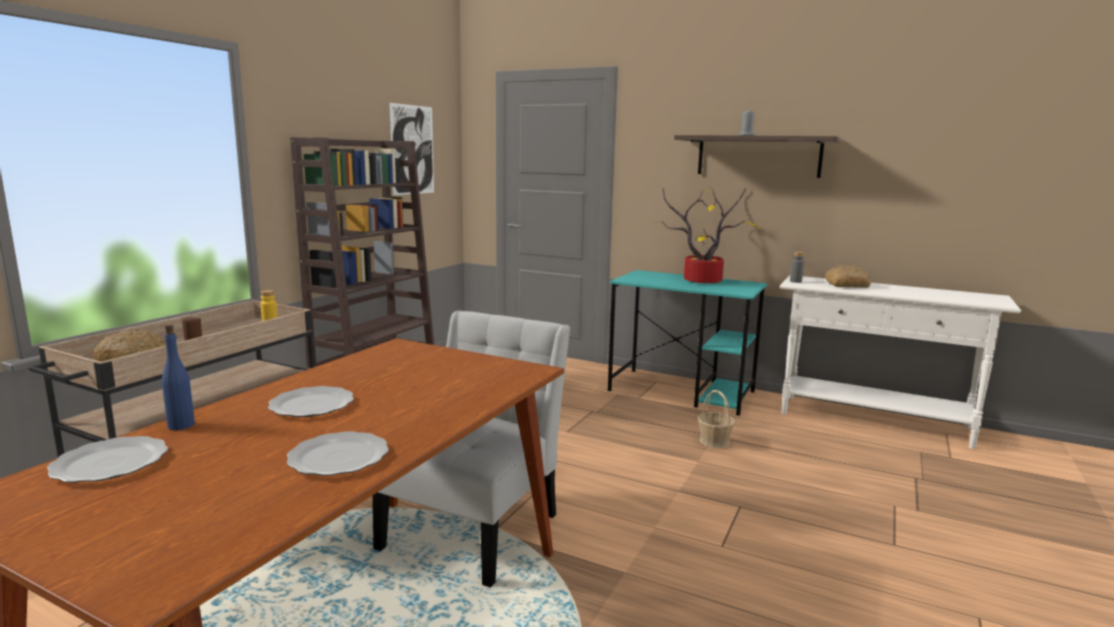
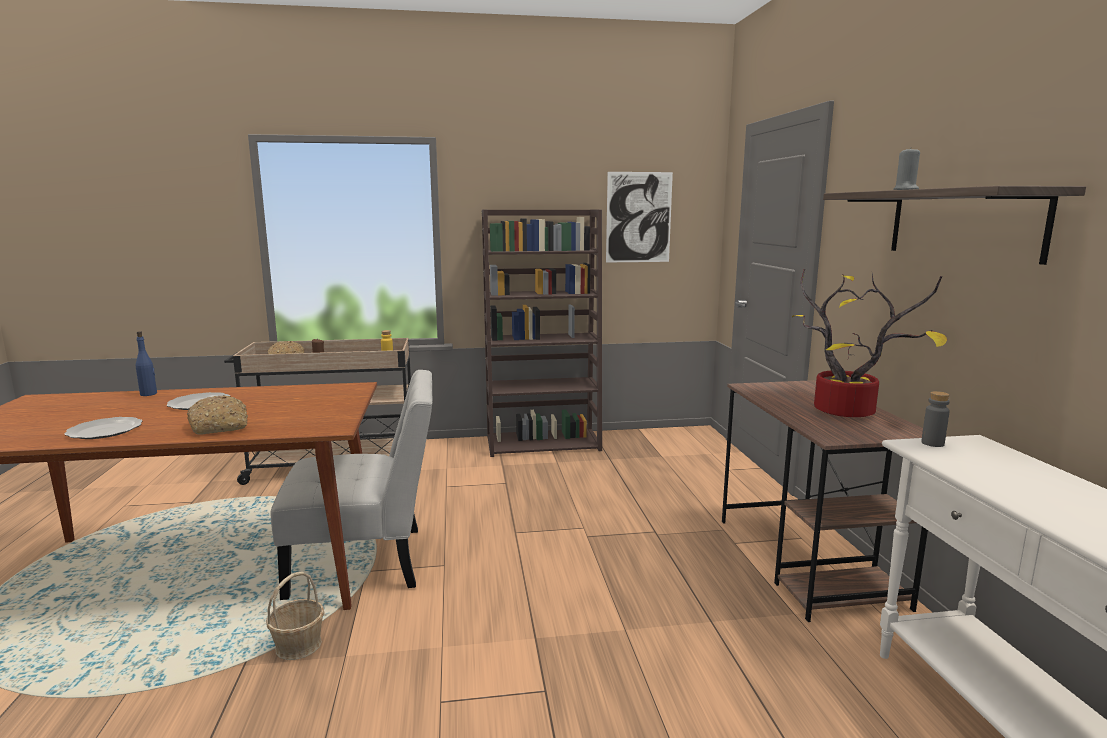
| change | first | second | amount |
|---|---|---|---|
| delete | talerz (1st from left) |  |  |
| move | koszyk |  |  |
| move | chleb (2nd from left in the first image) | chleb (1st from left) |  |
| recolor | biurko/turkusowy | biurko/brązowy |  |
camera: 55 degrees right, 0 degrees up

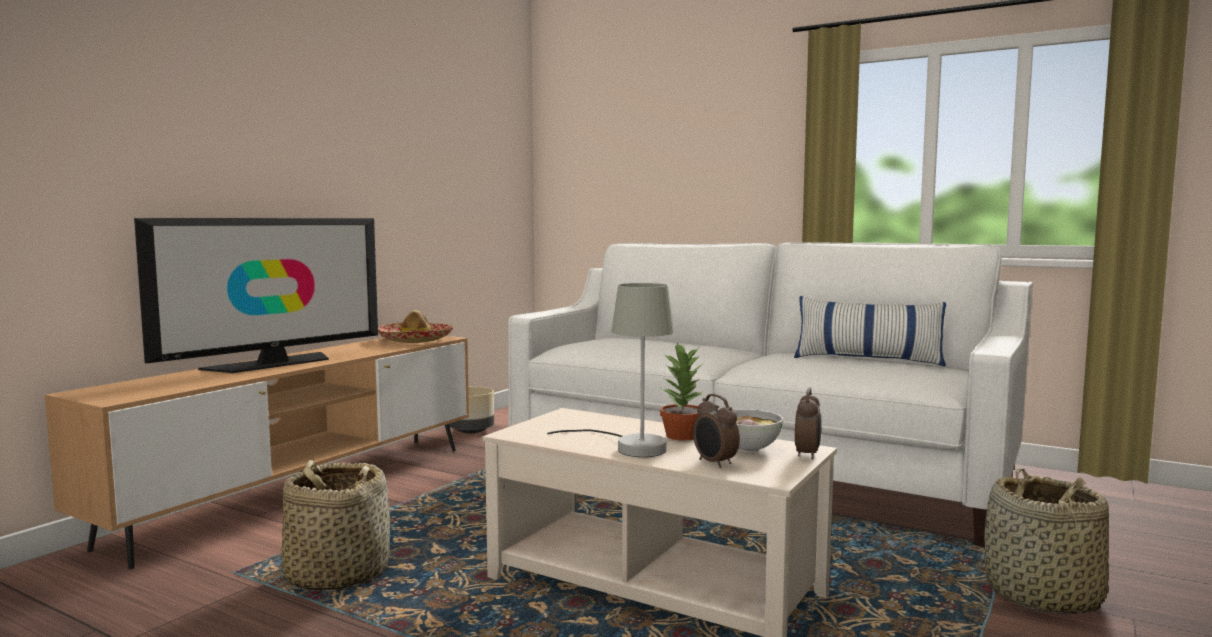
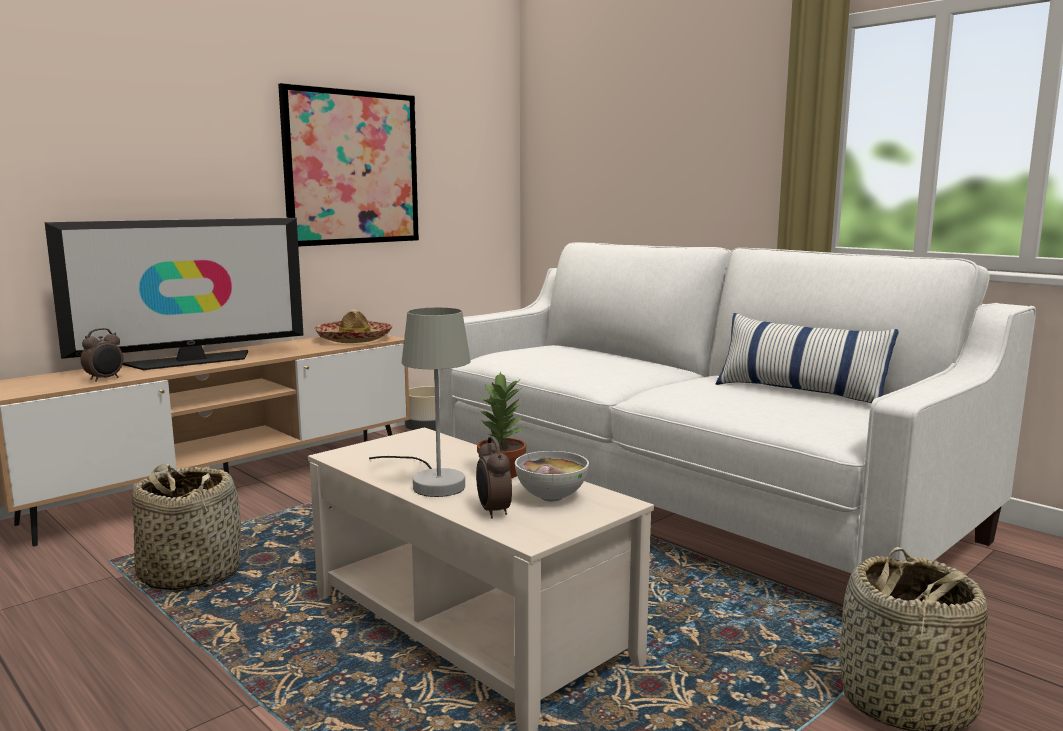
| change | first | second | amount |
|---|---|---|---|
| insert |  | obraz |  |
| move | budzik (2nd from left in the first image) | budzik (1st from left) |  |
camera: 15 degrees right, 5 degrees up

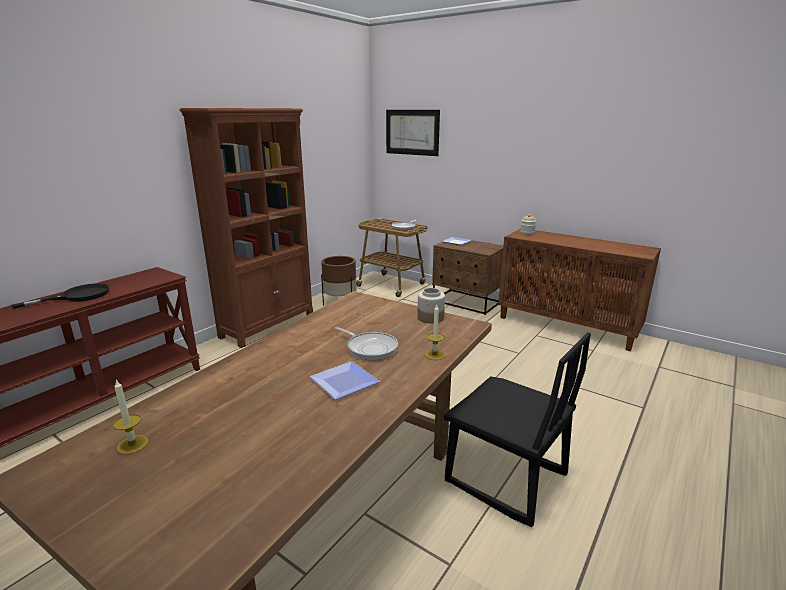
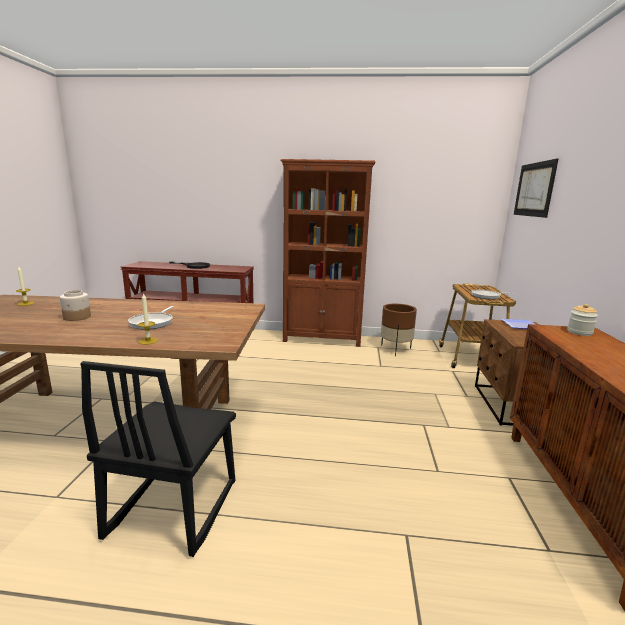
| change | first | second | amount |
|---|---|---|---|
| delete | talerz (1st from left) |  |  |
| move | słoik (1st from left) |  |  |
camera: 60 degrees right, 5 degrees down

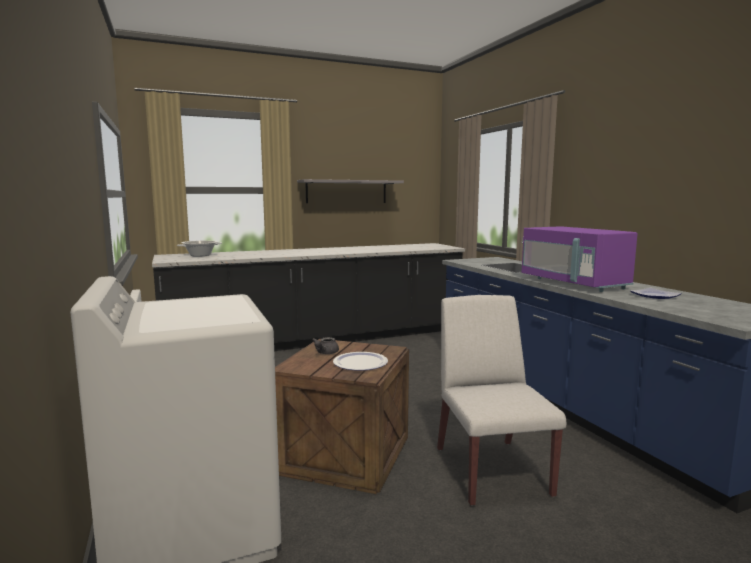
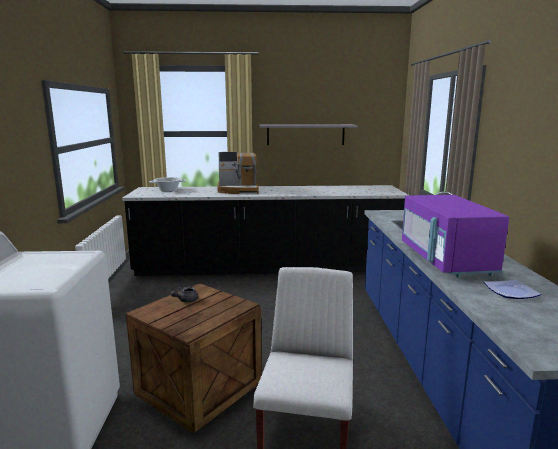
| change | first | second | amount |
|---|---|---|---|
| delete | talerz (1st from left) |  |  |
| insert |  | ekspres do kawy |  |
camera: 20 degrees right, 5 degrees up

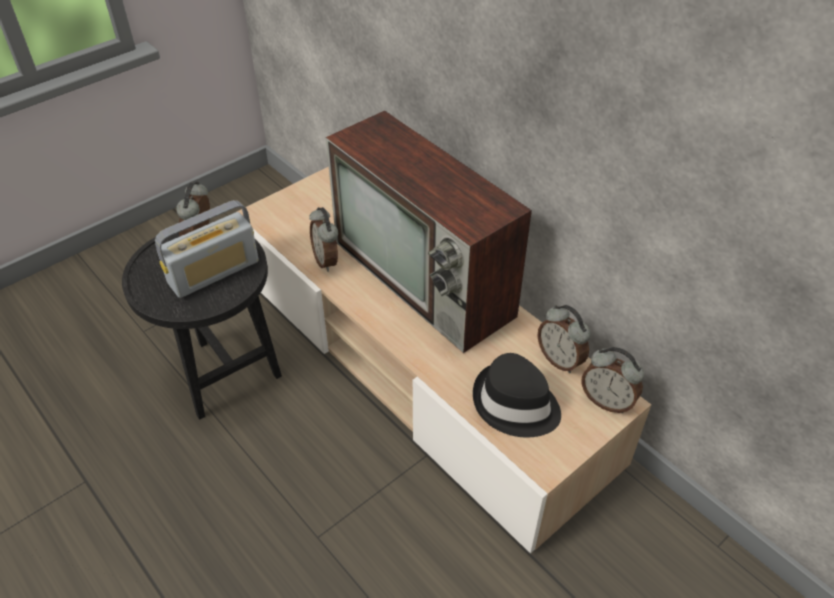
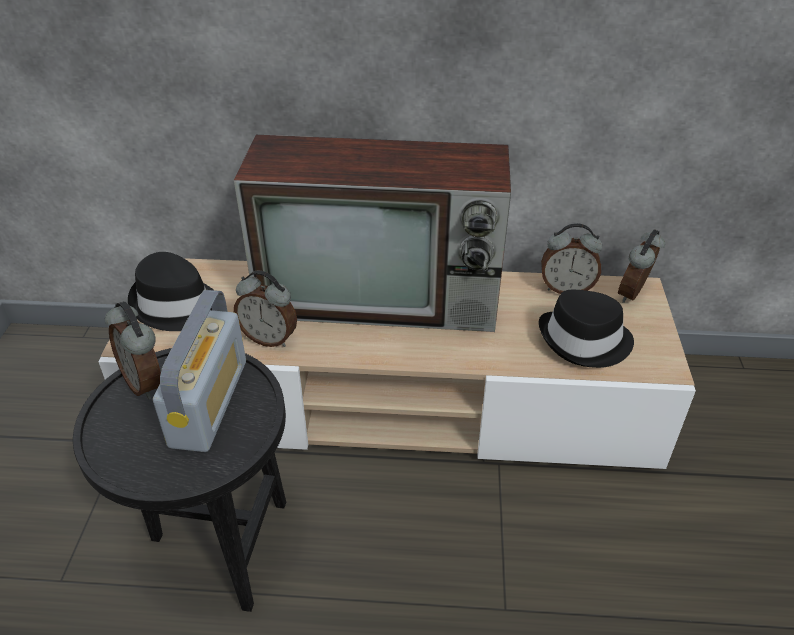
| change | first | second | amount |
|---|---|---|---|
| insert |  | kapelusz/czarny (1st from left) |  |
| rotate | budzik (4th from left) |  | 135 degrees clockwise |
camera: 45 degrees left, 5 degrees down

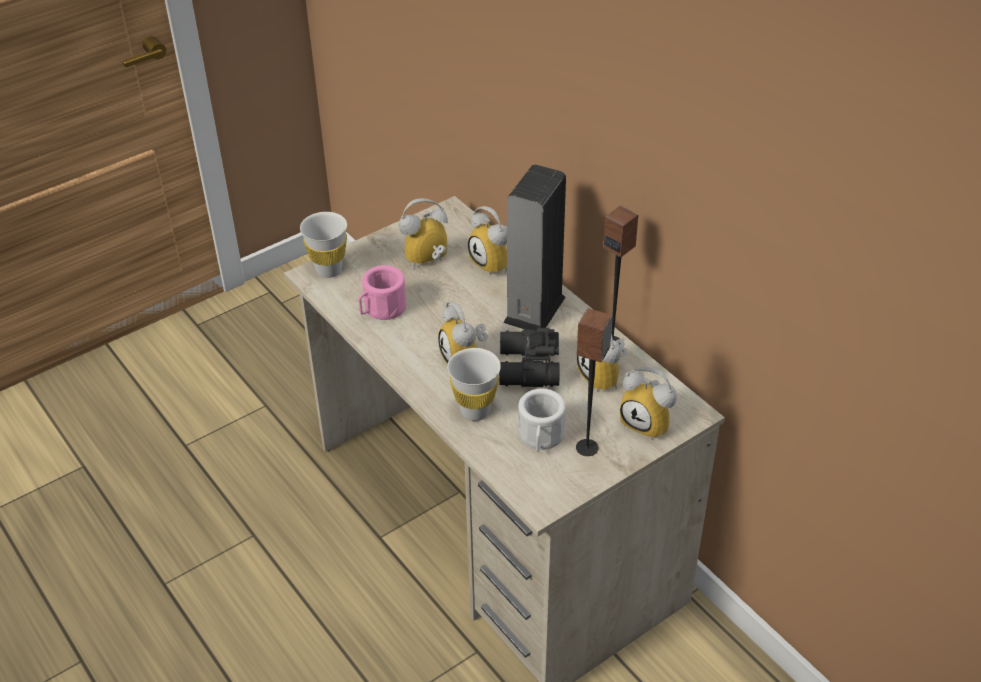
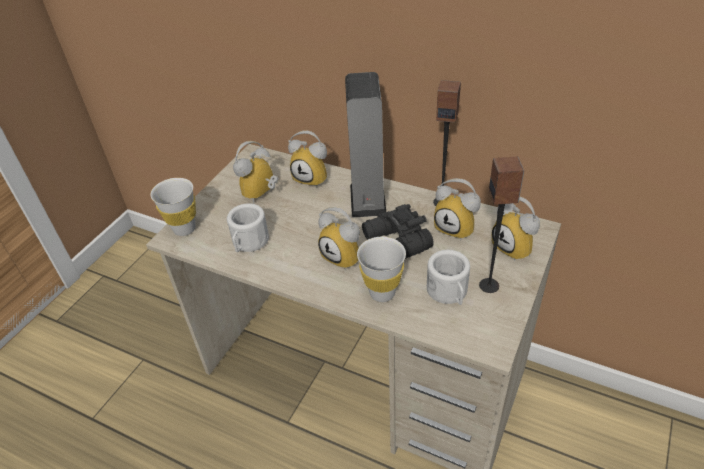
| change | first | second | amount |
|---|---|---|---|
| recolor | kubek/różowy | kubek/biały (1st from left) |  |
| rotate | budzik (5th from left) |  | 45 degrees clockwise |
camera: 25 degrees left, 0 degrees up

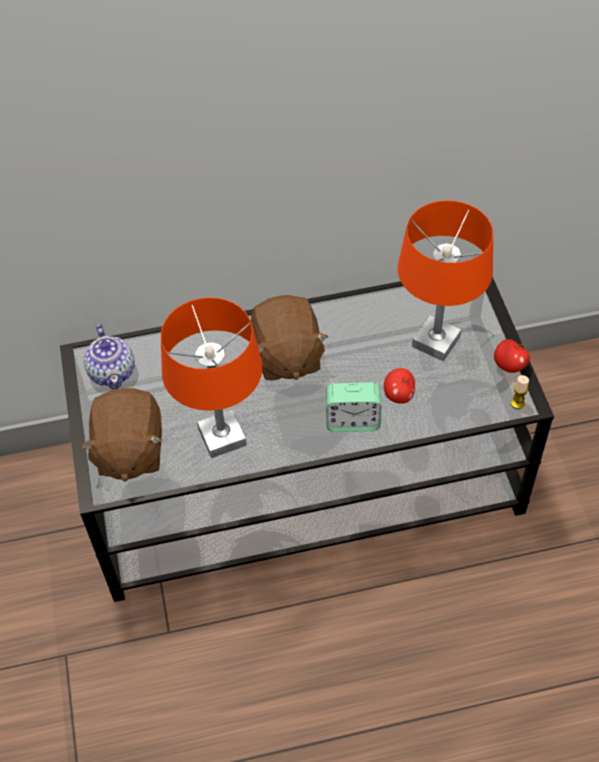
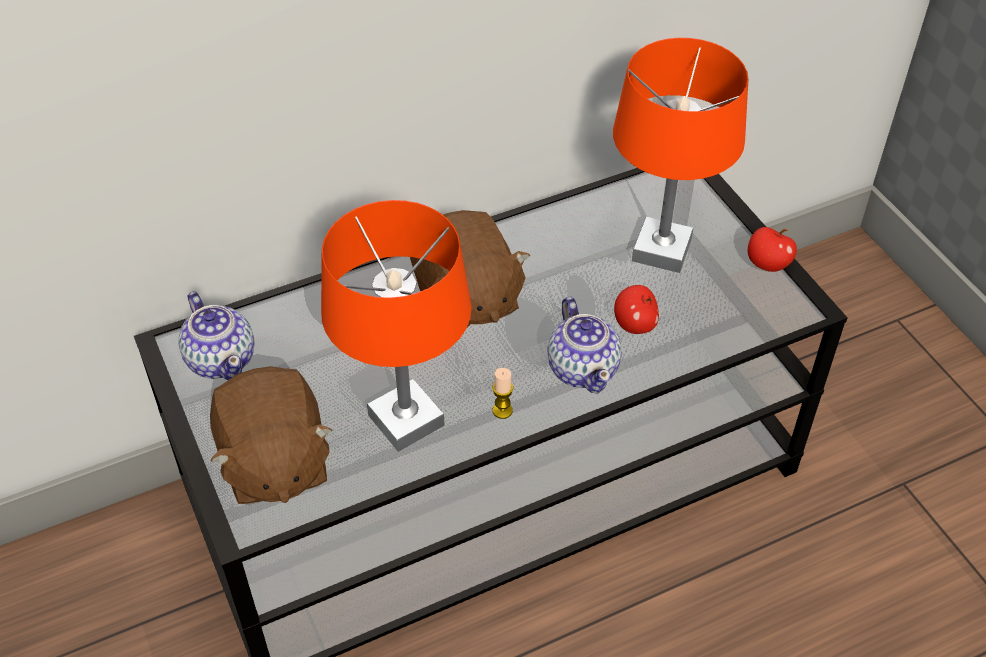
| change | first | second | amount |
|---|---|---|---|
| move | świeca |  |  |
| replace | budzik | imbryk (2nd from left) |  |
camera: 15 degrees left, 5 degrees down

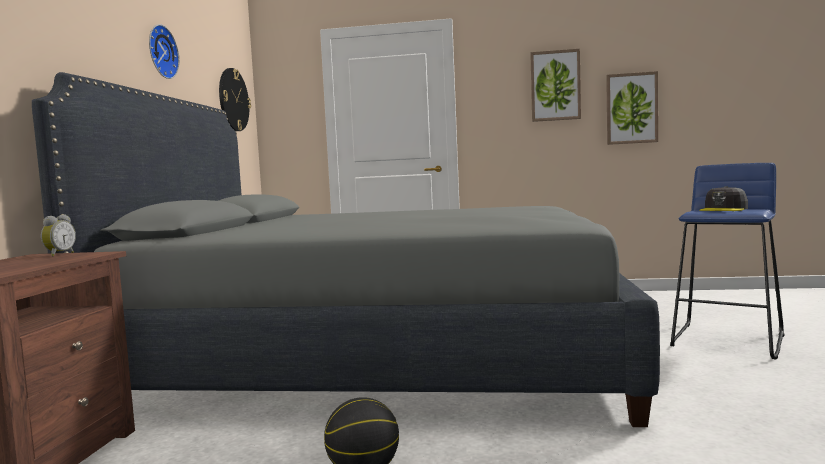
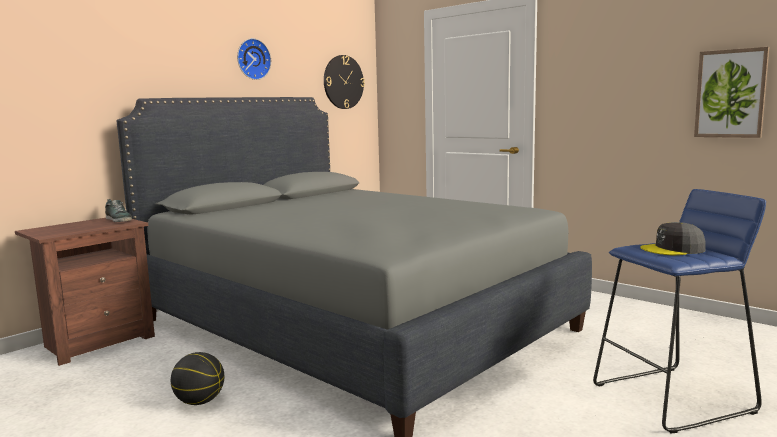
| change | first | second | amount |
|---|---|---|---|
| delete | obraz (1st from left) |  |  |
| replace | budzik | but |  |
camera: 35 degrees right, 5 degrees up

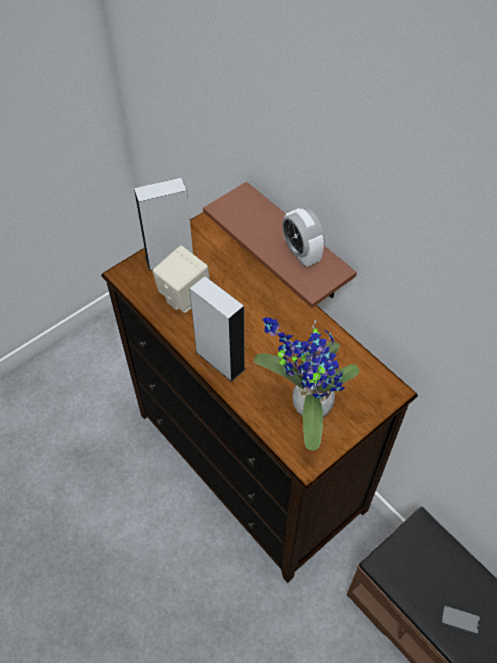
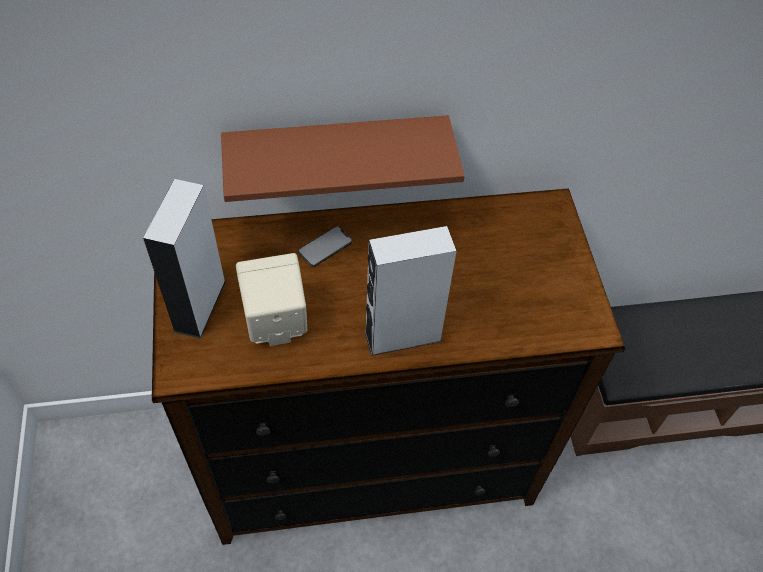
| change | first | second | amount |
|---|---|---|---|
| delete | roślina doniczkowa |  |  |
| delete | budzik |  |  |
| move | telefon |  |  |
camera: 60 degrees left, 0 degrees up

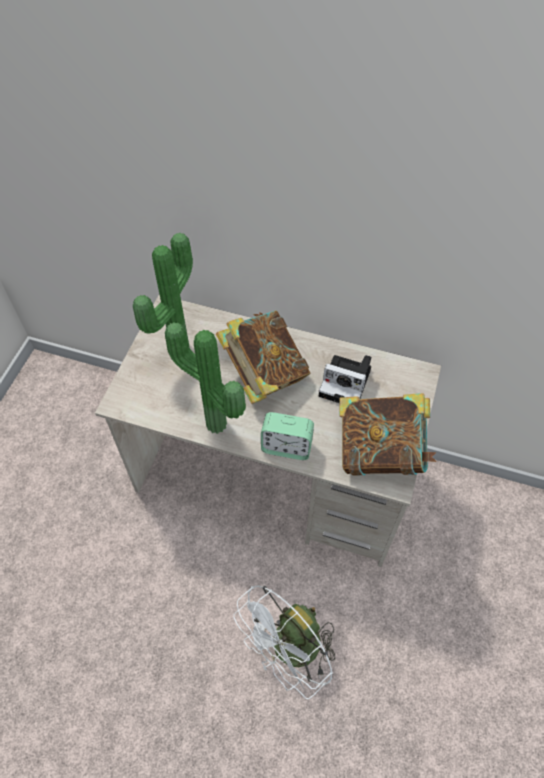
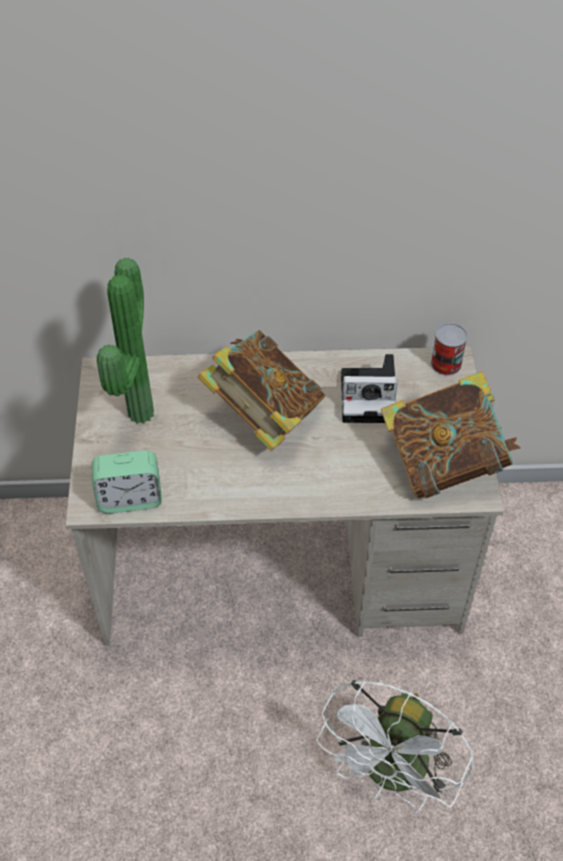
| change | first | second | amount |
|---|---|---|---|
| delete | roślina doniczkowa (2nd from left) |  |  |
| insert |  | puszka |  |
| move | budzik |  |  |
camera: 20 degrees left, 5 degrees down

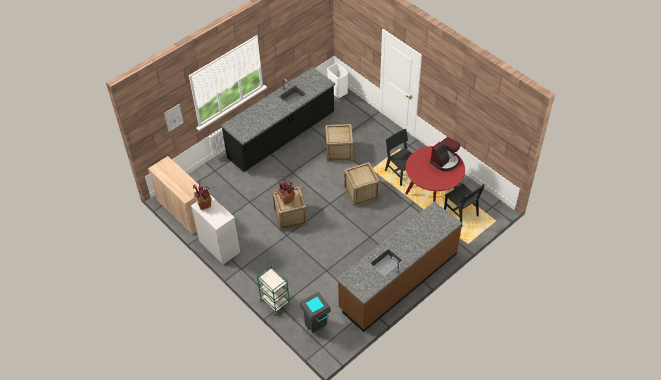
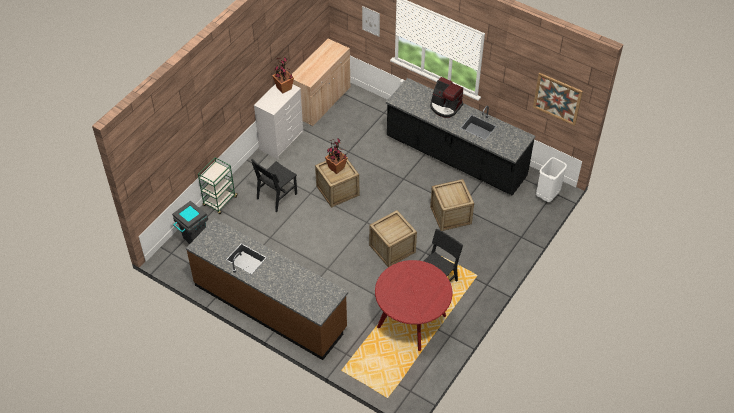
| change | first | second | amount |
|---|---|---|---|
| insert |  | obraz (2nd from left) |  |
| move | ekspres do kawy |  |  |
| move | krzesło/czarny (2nd from left in the first image) | krzesło/czarny (1st from left) |  |
camera: 75 degrees right, 0 degrees up

